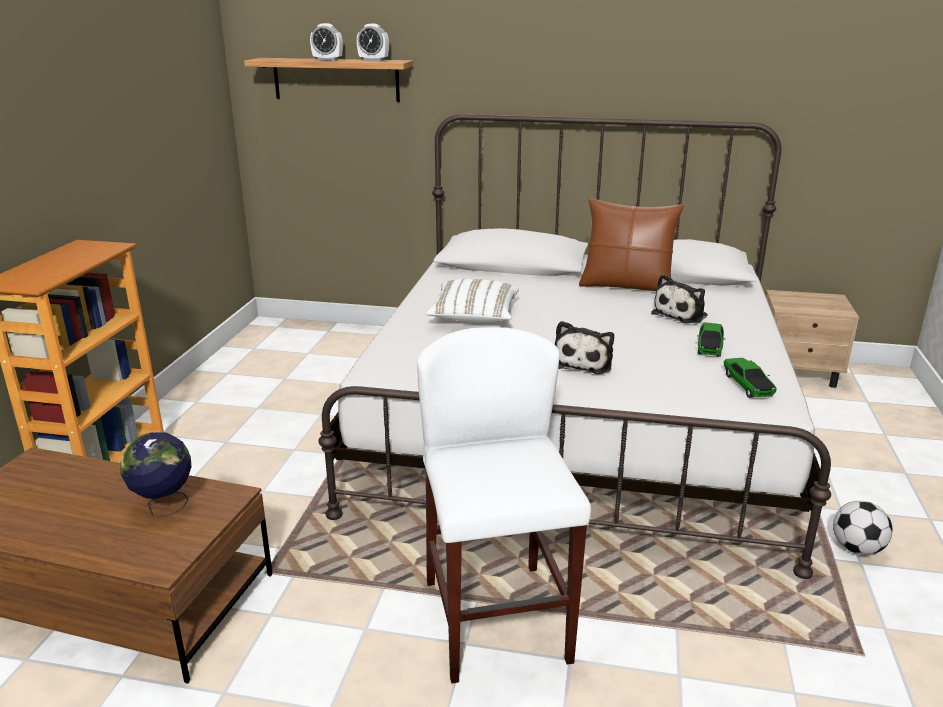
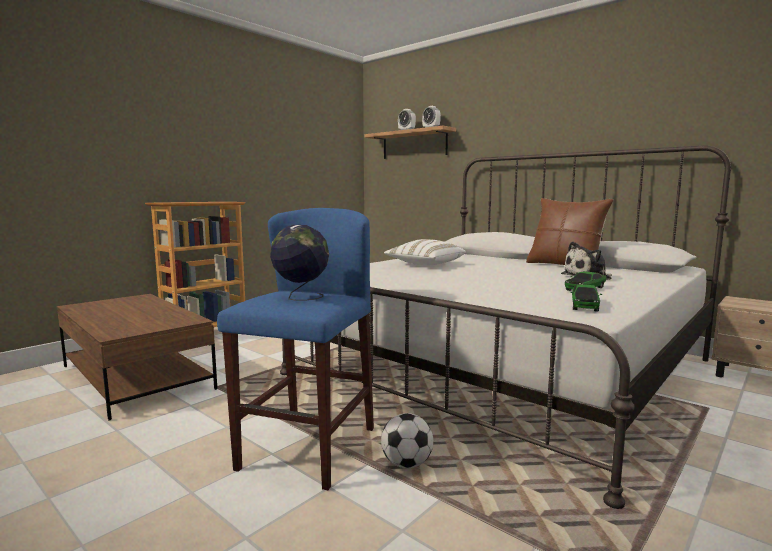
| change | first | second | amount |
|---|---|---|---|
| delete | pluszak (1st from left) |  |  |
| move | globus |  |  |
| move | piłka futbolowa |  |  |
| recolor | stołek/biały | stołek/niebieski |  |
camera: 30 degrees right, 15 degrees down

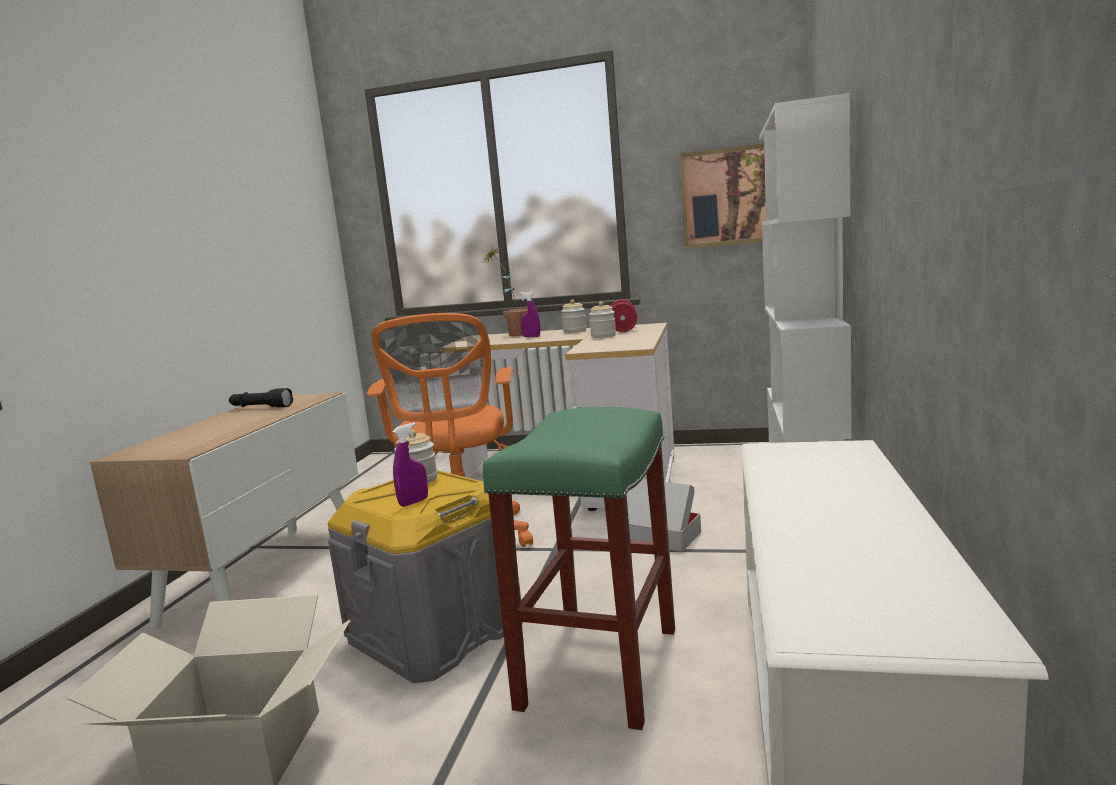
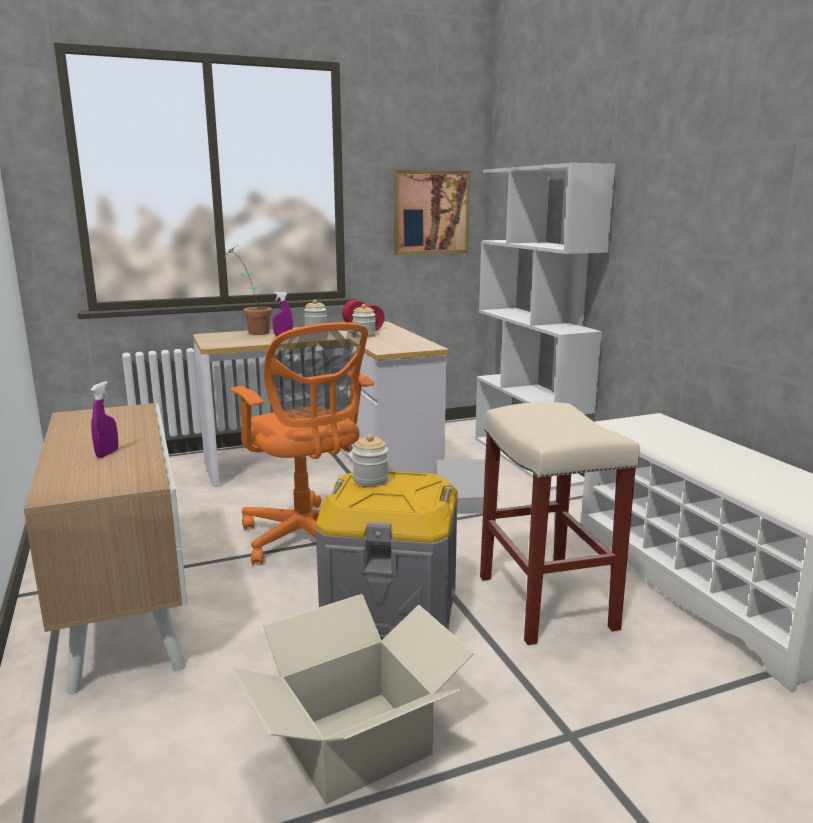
| change | first | second | amount |
|---|---|---|---|
| delete | latarka/czarny |  |  |
| move | spryskiwacz/fioletowy (1st from left) |  |  |
| recolor | stołek/zielony | stołek/beżowy |  |
camera: 35 degrees left, 5 degrees up

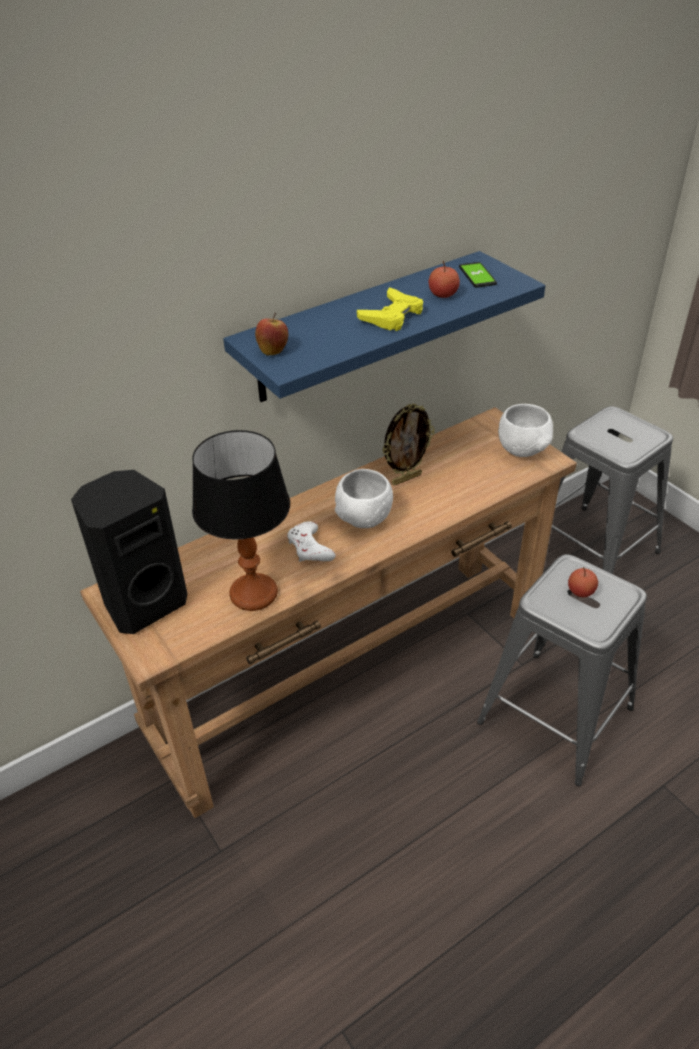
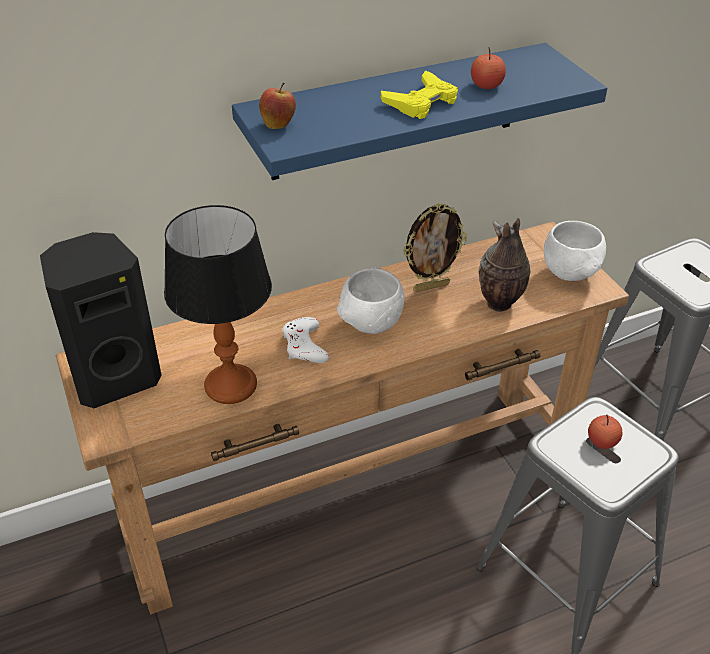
| change | first | second | amount |
|---|---|---|---|
| delete | telefon |  |  |
| insert |  | wazon |  |
camera: 10 degrees right, 0 degrees up

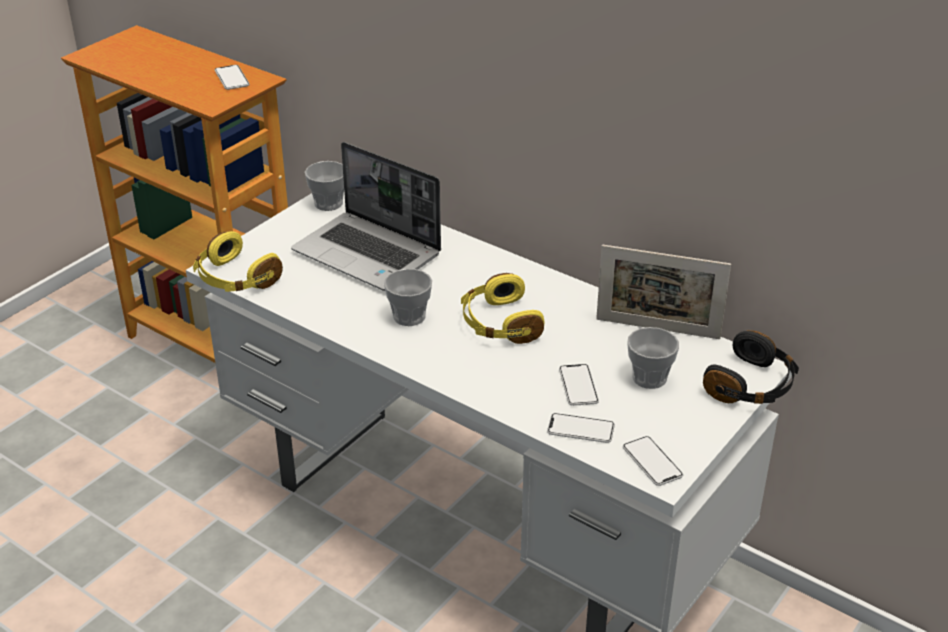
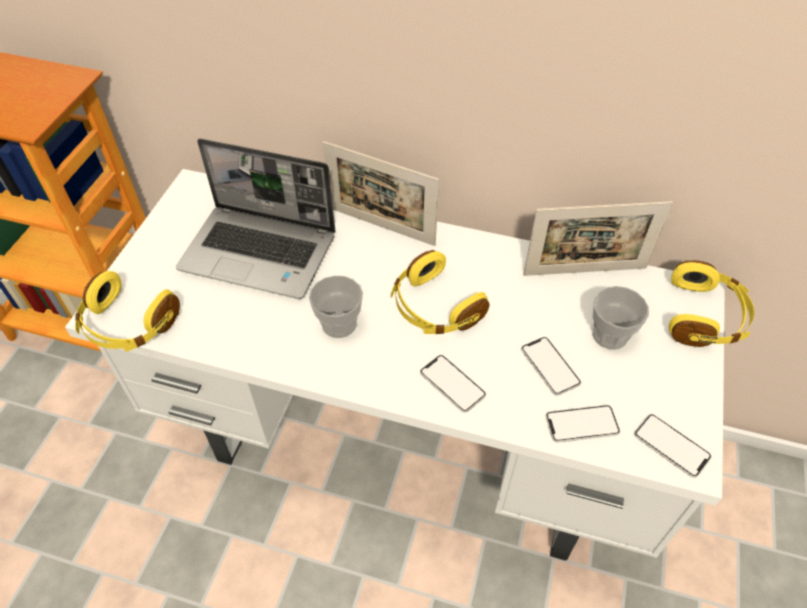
| change | first | second | amount |
|---|---|---|---|
| delete | filiżanka (1st from left) |  |  |
| insert |  | ramka na zdjęcie (1st from left) |  |
| move | telefon (1st from left) |  |  |
| recolor | słuchawki/czarny | słuchawki/żółty (3rd from left) |  |
camera: 20 degrees left, 15 degrees up

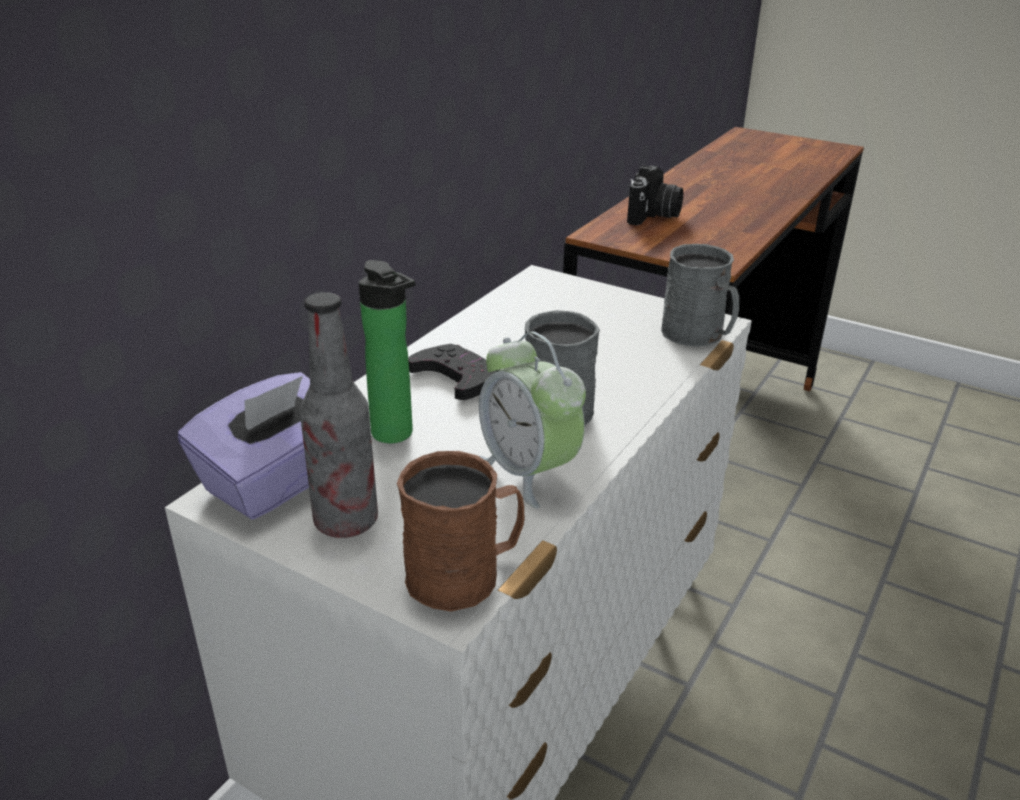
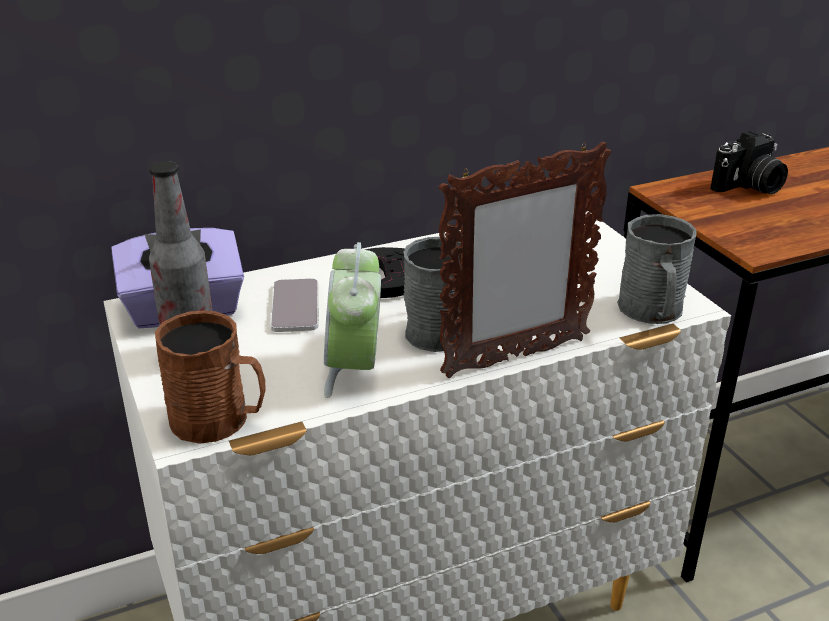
| change | first | second | amount |
|---|---|---|---|
| insert |  | ramka na zdjęcie |  |
| replace | butelka (2nd from left) | telefon |  |
camera: 35 degrees right, 0 degrees up

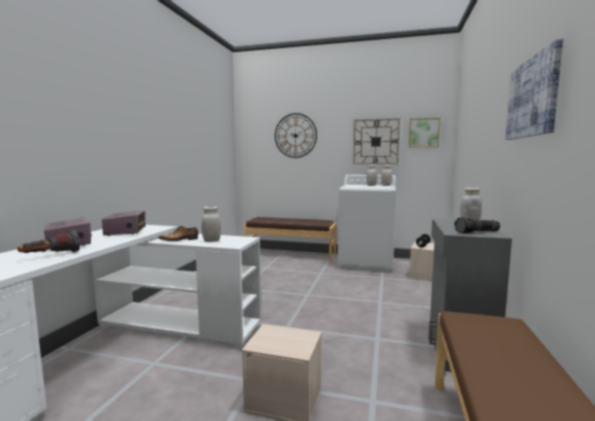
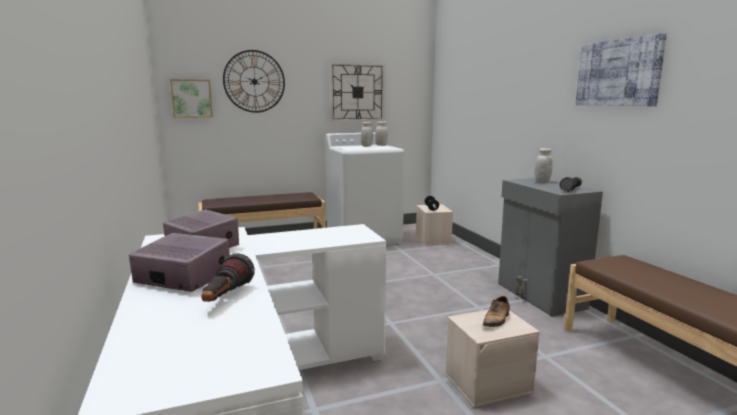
| change | first | second | amount |
|---|---|---|---|
| delete | słoik/biały (1st from left) |  |  |
| move | but |  |  |
| move | obraz (1st from left) |  |  |
camera: 35 degrees left, 5 degrees up

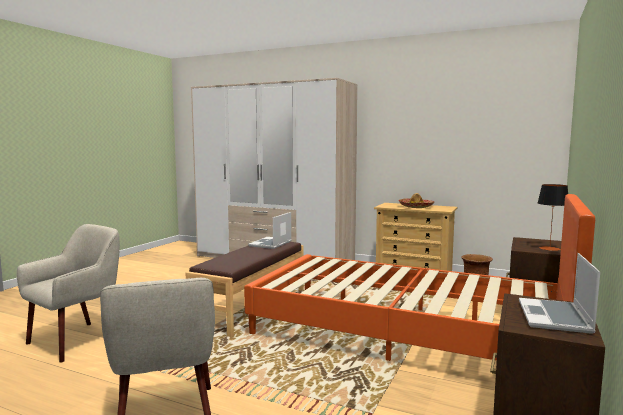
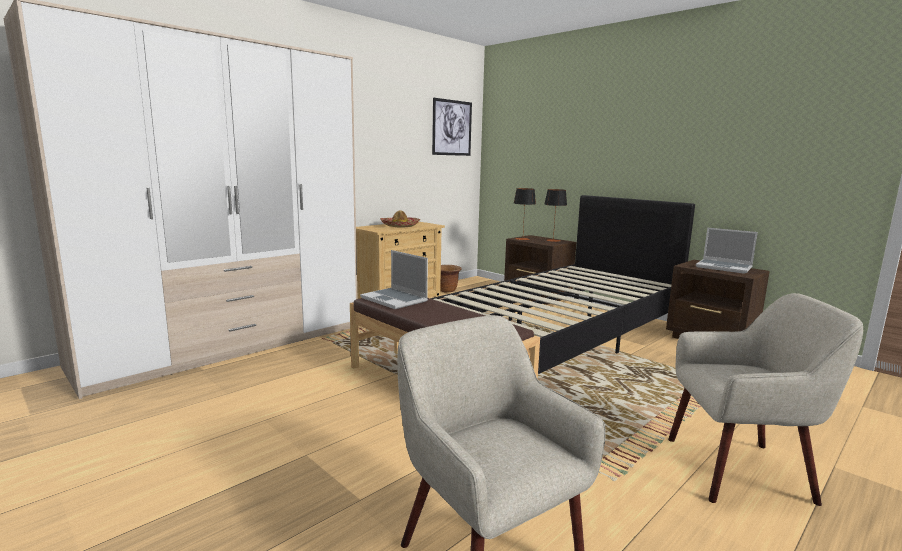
| change | first | second | amount |
|---|---|---|---|
| insert |  | obraz |  |
| insert |  | lampa stołowa (1st from left) |  |
| recolor | łóżko/pomarańczowy | łóżko/czarny |  |
camera: 70 degrees left, 5 degrees up

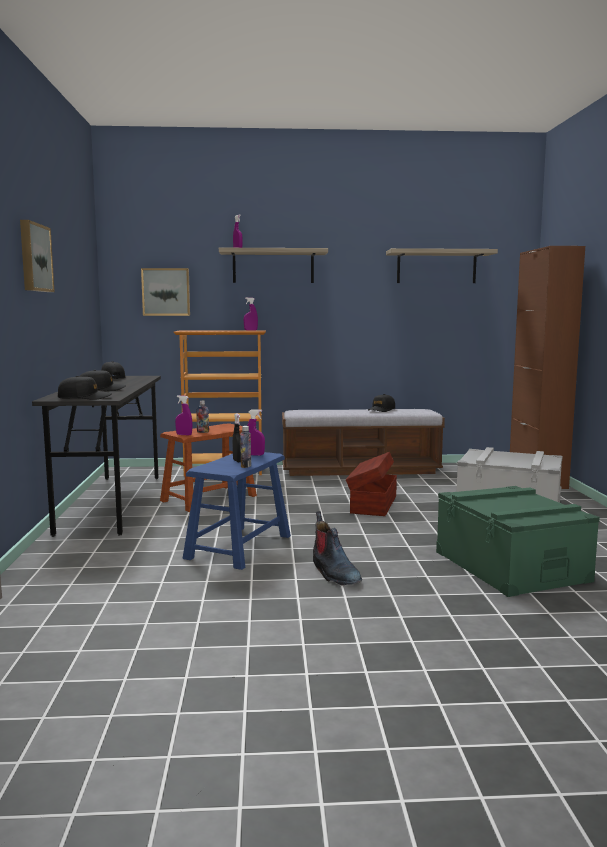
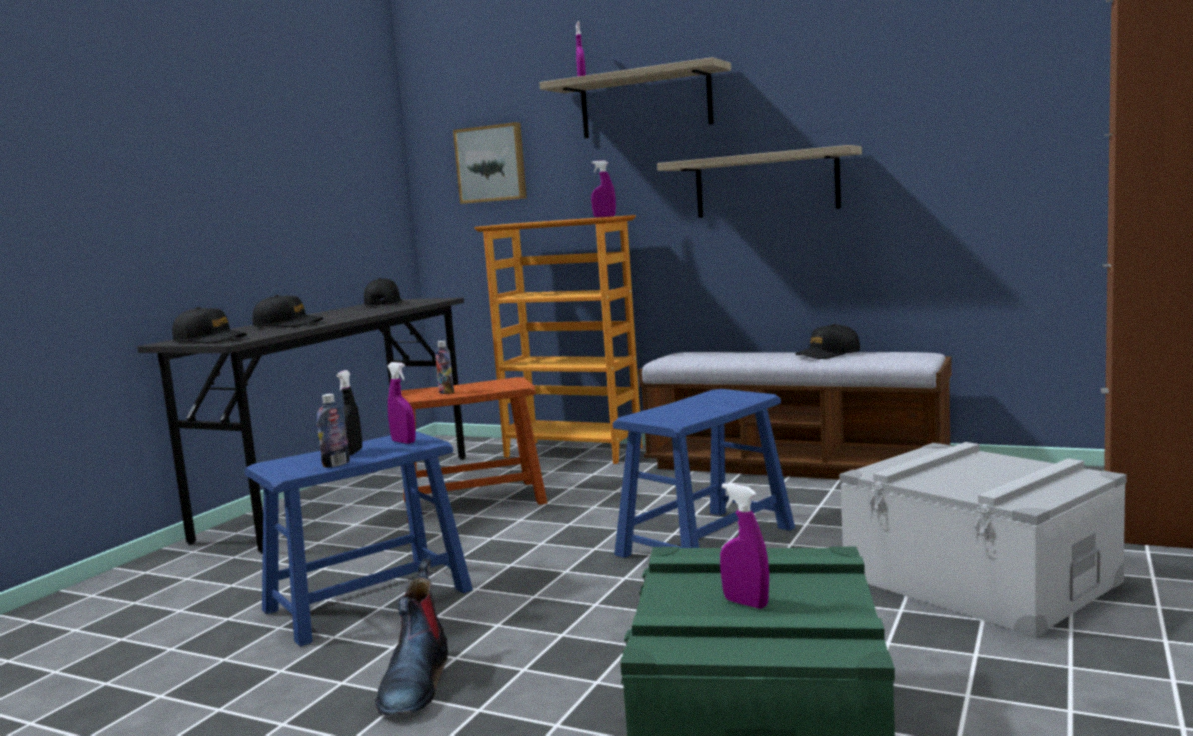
| change | first | second | amount |
|---|---|---|---|
| delete | obraz (1st from left) |  |  |
| move | spryskiwacz/fioletowy (1st from left in the first image) | spryskiwacz/fioletowy (4th from left) |  |
| move | półka (2nd from left) |  |  |
| replace | pojemnik do przechowywania/brązowy | stołek/niebieski (2nd from left) |  |
camera: 30 degrees right, 0 degrees up

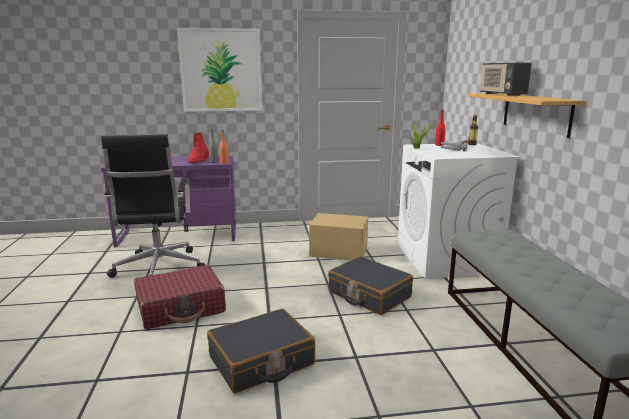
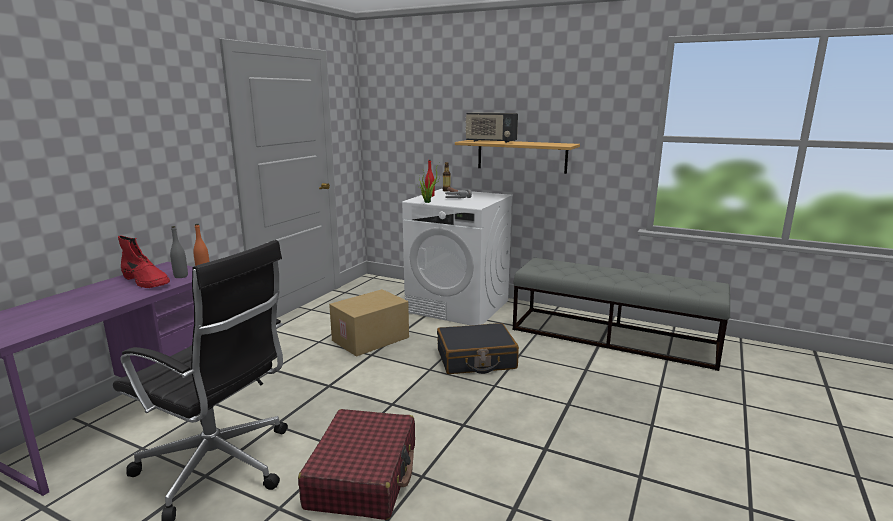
| change | first | second | amount |
|---|---|---|---|
| delete | obraz |  |  |
| delete | walizka/czarny (1st from left) |  |  |
camera: 55 degrees left, 0 degrees up

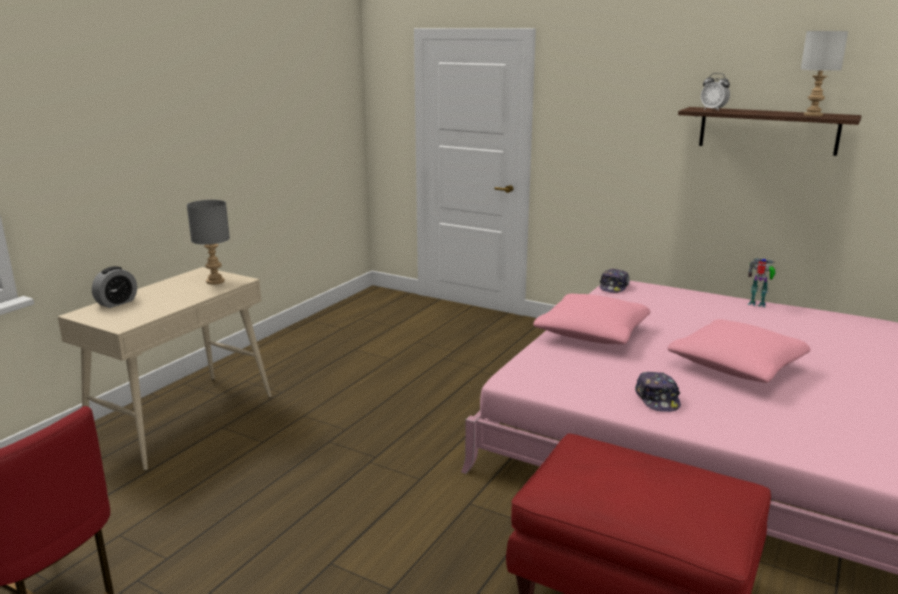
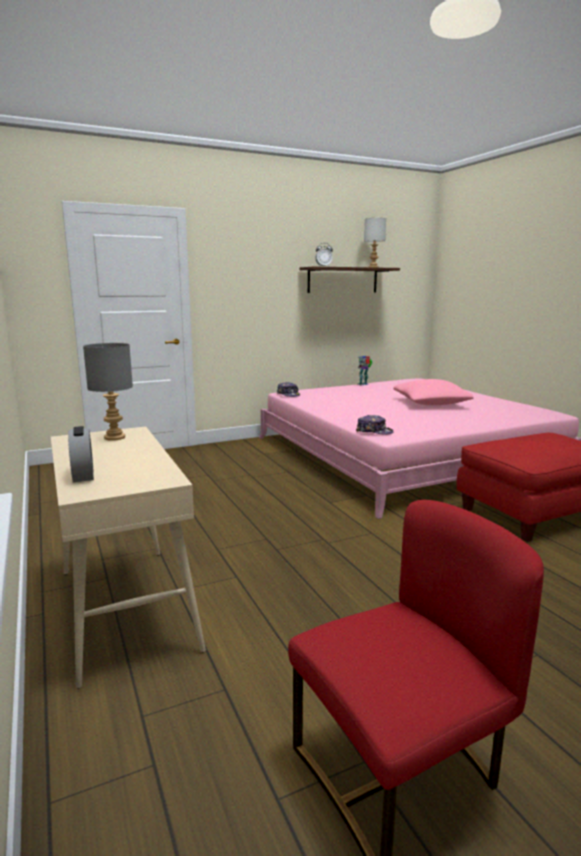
| change | first | second | amount |
|---|---|---|---|
| delete | poduszka/różowy (1st from left) |  |  |
| move | czapka z daszkiem (2nd from left) |  |  |
camera: 55 degrees left, 5 degrees down

